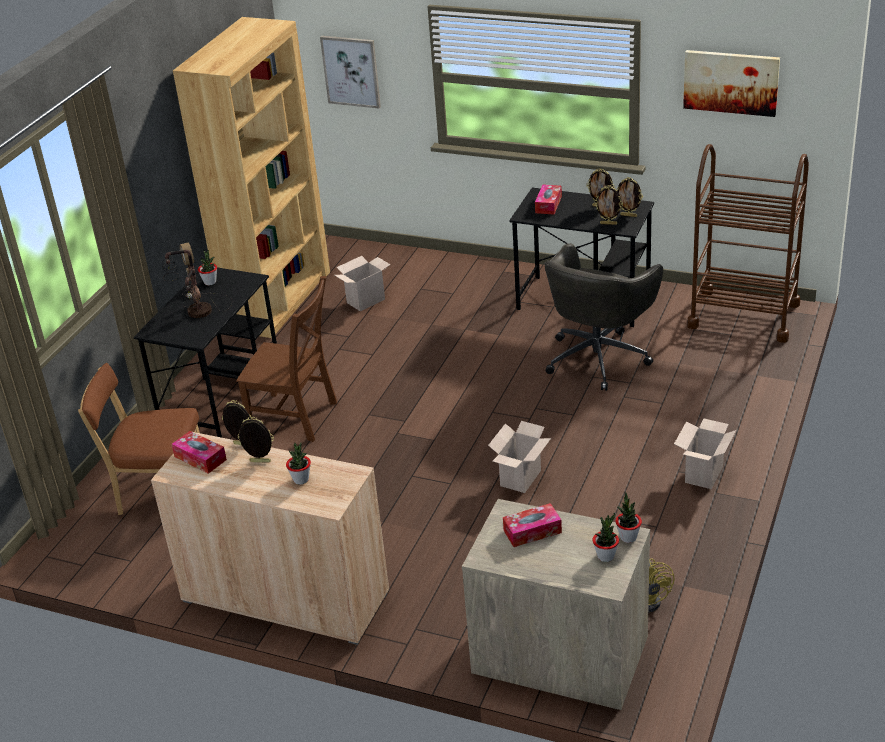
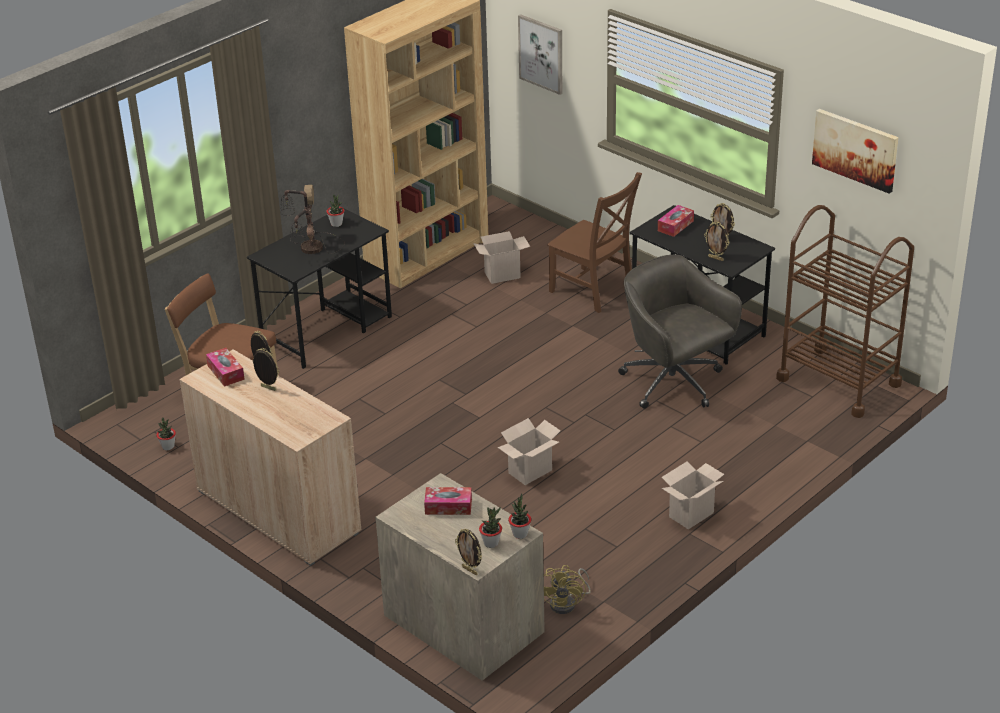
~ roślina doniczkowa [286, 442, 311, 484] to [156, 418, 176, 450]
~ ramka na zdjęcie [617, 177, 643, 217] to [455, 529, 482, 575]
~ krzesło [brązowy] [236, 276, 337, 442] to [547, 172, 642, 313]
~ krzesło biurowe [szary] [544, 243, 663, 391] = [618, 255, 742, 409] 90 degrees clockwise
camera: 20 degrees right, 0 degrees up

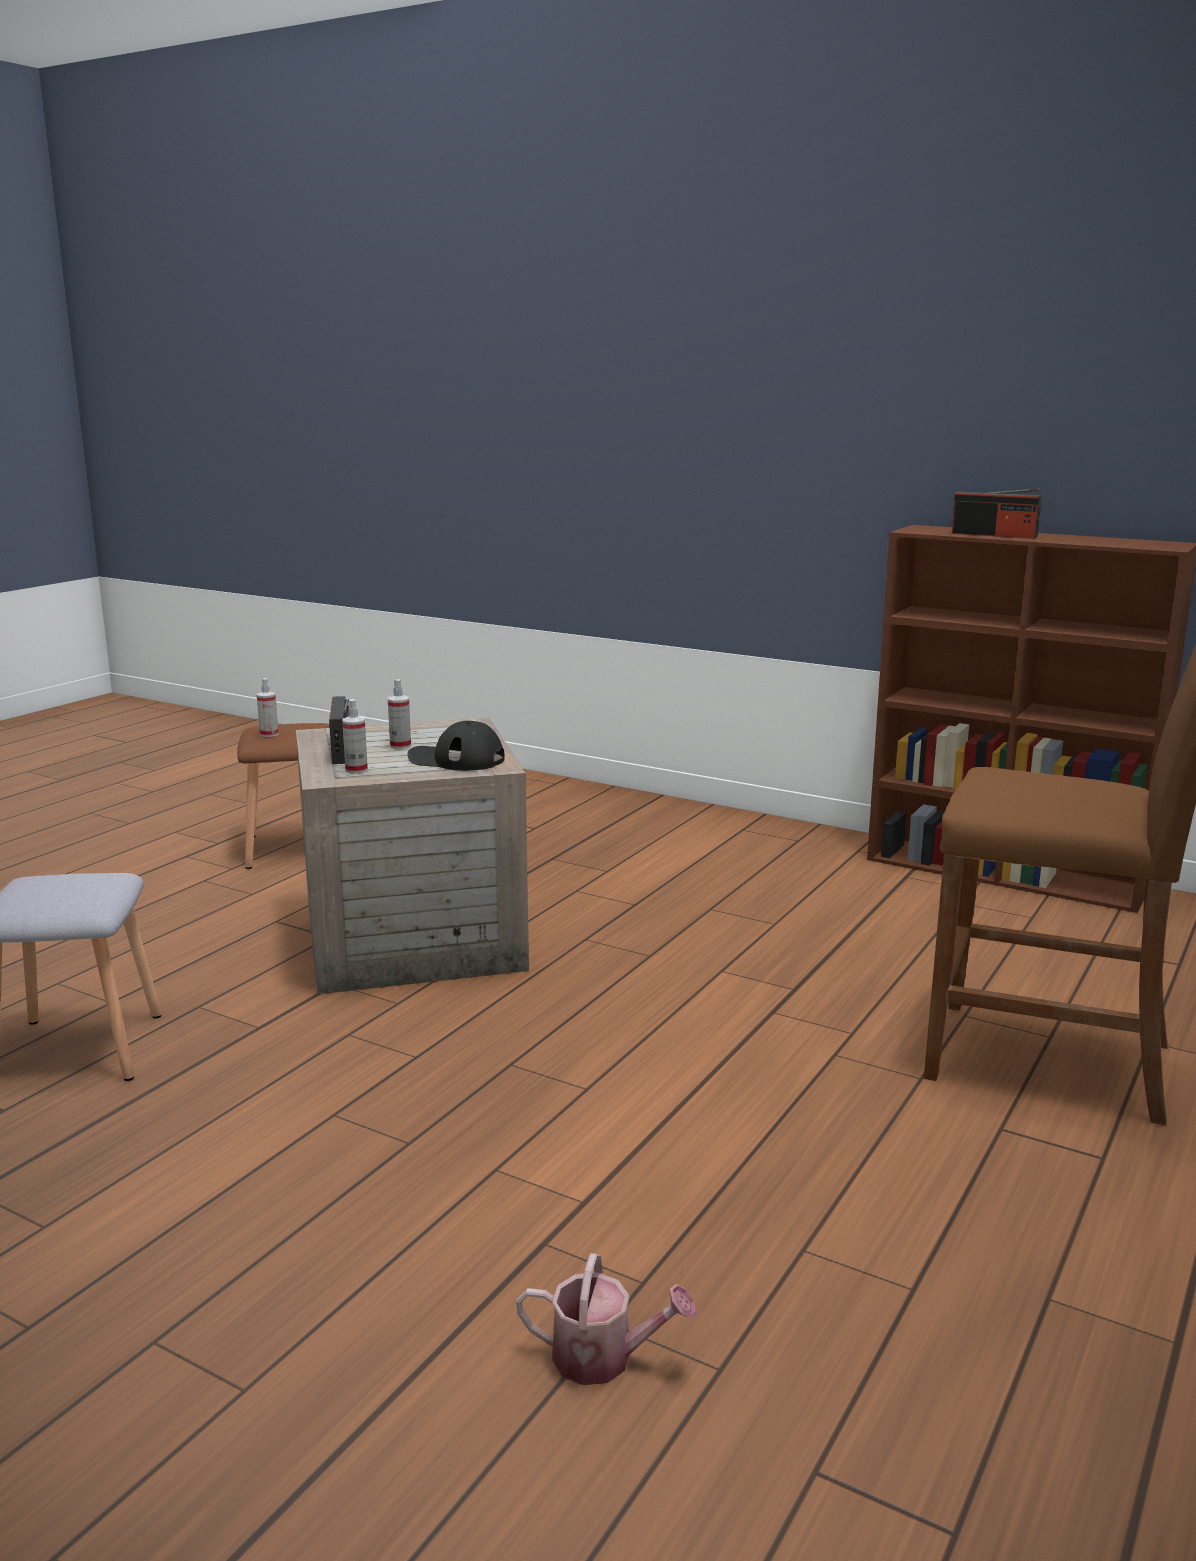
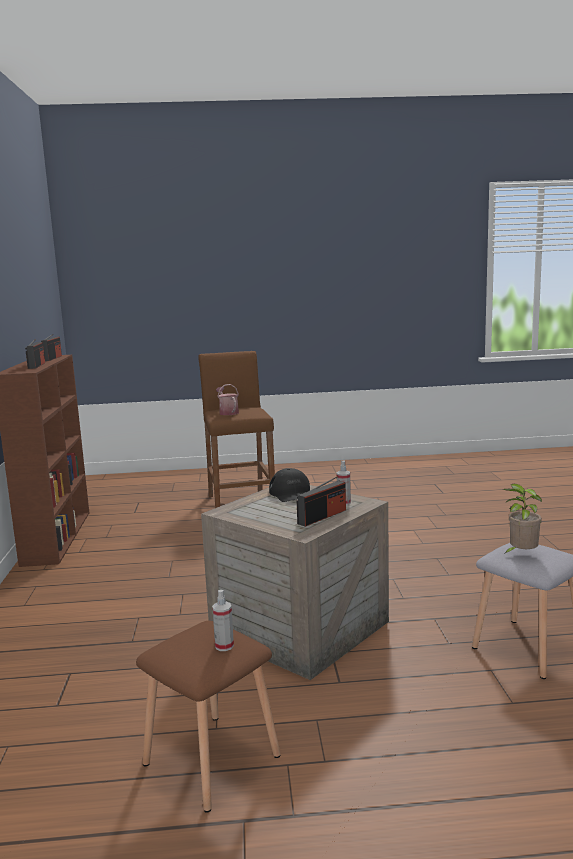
+ radio [41, 334, 62, 361]
~ konewka [516, 1253, 697, 1385] to [216, 384, 239, 415]
+ roślina doniczkowa [502, 484, 542, 554]
- spryskiwacz [388, 679, 411, 749]
camera: 125 degrees left, 5 degrees down

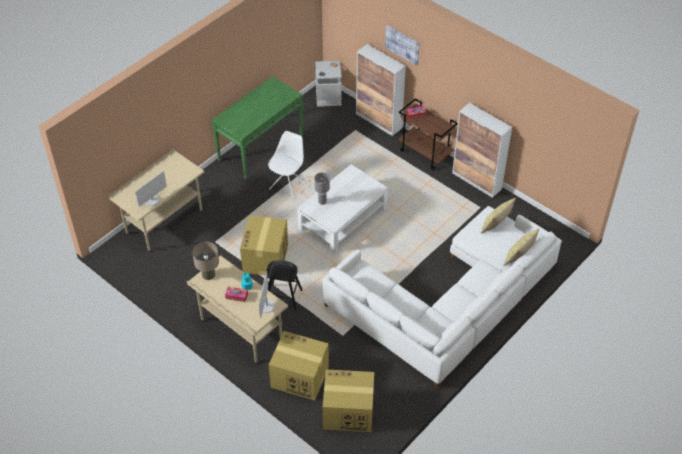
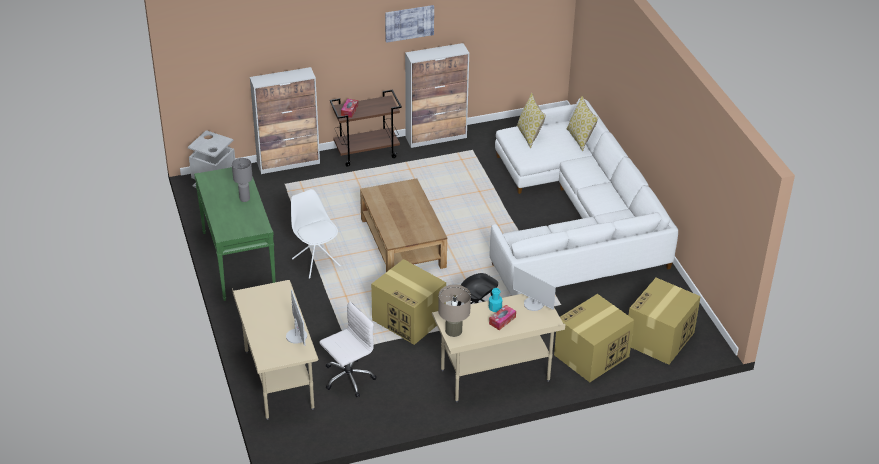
~ lampa stołowa [szary] [314, 173, 330, 205] to [232, 158, 253, 202]
+ krzesło biurowe [biały] [320, 301, 377, 397]
~ ława [biały] [297, 164, 388, 254] to ława [brązowy] [360, 178, 447, 272]
~ obraz [385, 25, 420, 65] to [385, 5, 434, 43]
camera: 60 degrees left, 10 degrees down

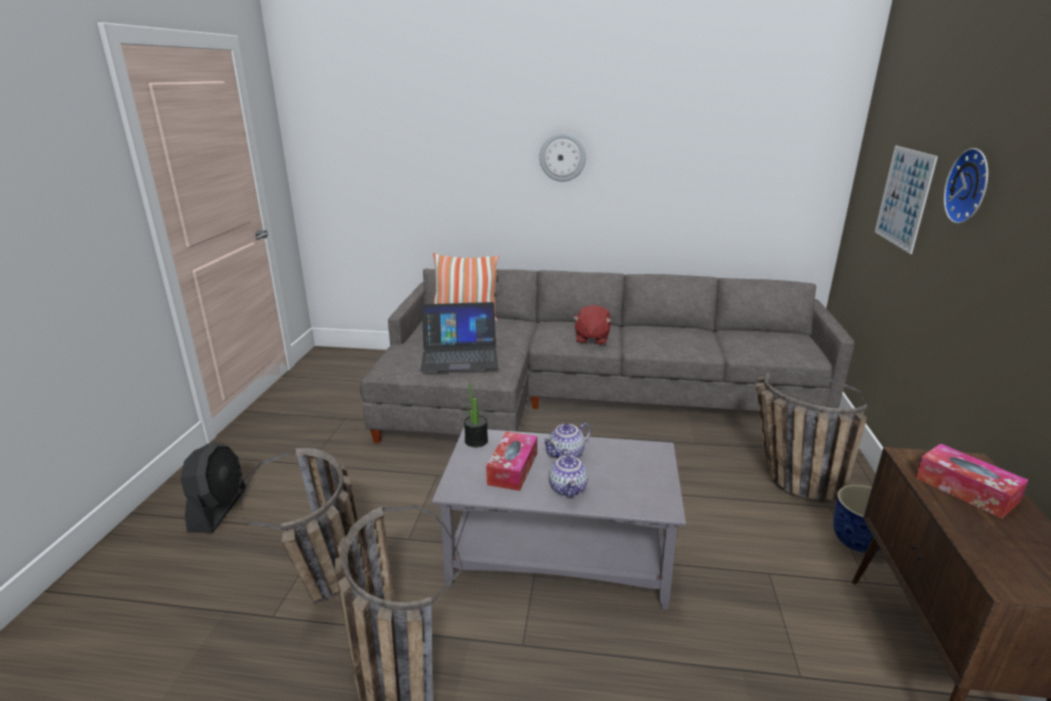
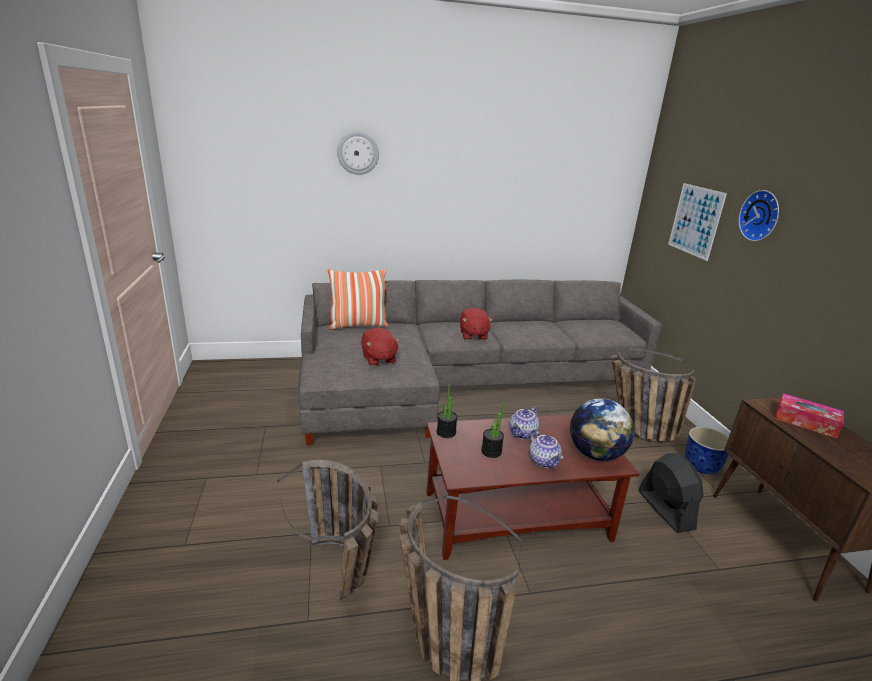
~ zegar ścienny [539, 133, 586, 182] to [337, 131, 379, 175]
~ laptop [421, 302, 498, 372] to pluszak [czerwony] [361, 328, 400, 366]
~ ława [szary] [432, 428, 686, 610] to ława [brązowy] [426, 414, 640, 560]
~ pudełko chusteczek [486, 432, 537, 491] to roślina doniczkowa [481, 401, 504, 458]
+ globus [570, 398, 635, 461]
~ wentylator [czarny] [181, 443, 246, 533] to [638, 453, 704, 533]
camera: 20 degrees left, 0 degrees up

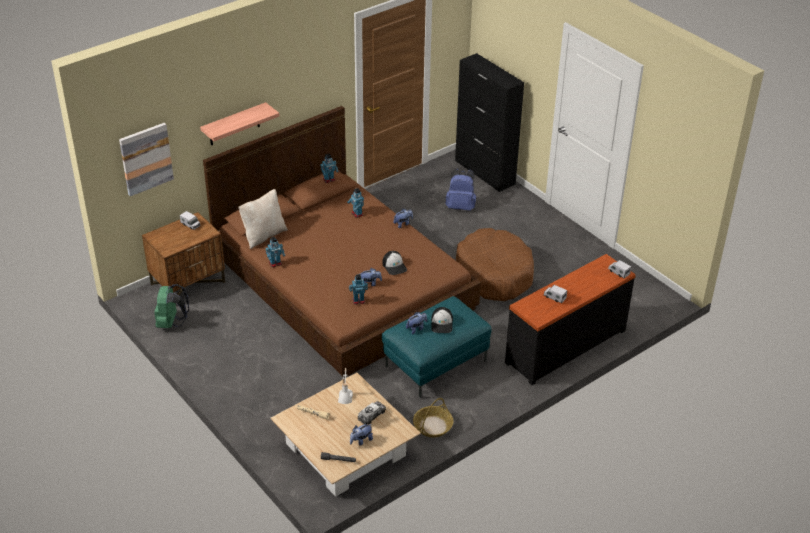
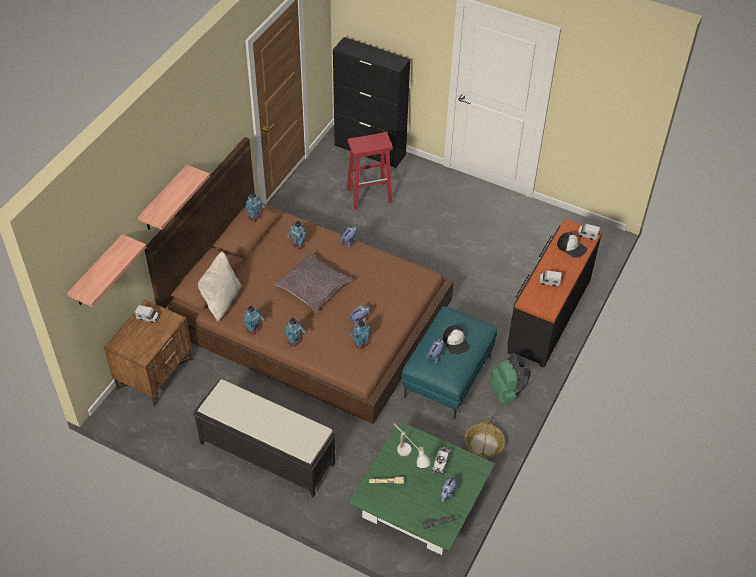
~ obraz [119, 123, 174, 196] to półka [67, 234, 146, 307]
+ ławka [czarny] [193, 379, 336, 497]
+ poduszka [szary] [274, 252, 353, 312]
+ robot zabawkowy [285, 318, 306, 347]
~ plecak [niebieski] [446, 168, 476, 211] to stołek [czerwony] [347, 132, 393, 210]
~ ława [beżowy] [270, 373, 421, 497] to ława [zielony] [348, 421, 495, 555]
~ plecak [zielony] [154, 284, 189, 328] to [489, 355, 531, 404]
~ czapka z daszkiem [382, 251, 407, 275] to [557, 232, 587, 258]
- legowisko [brązowy] [456, 228, 534, 301]
camera: 25 degrees left, 10 degrees up

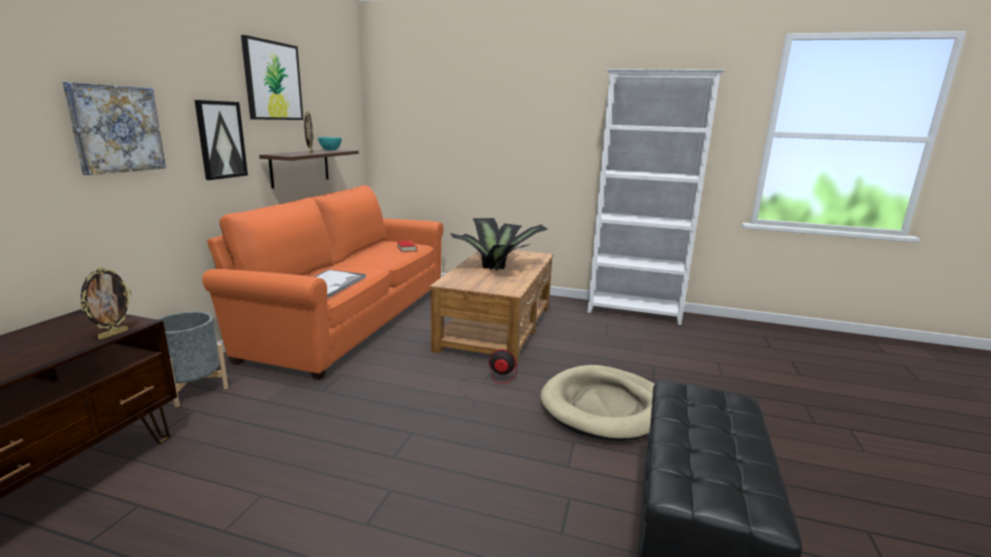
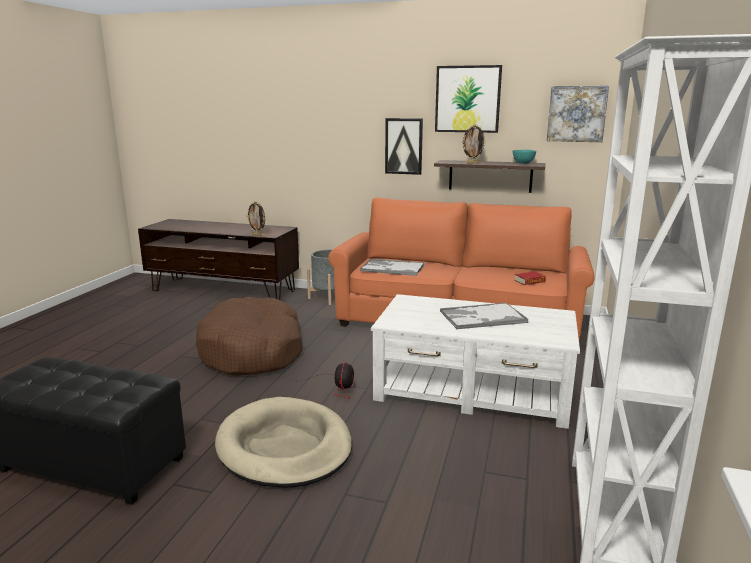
+ legowisko [brązowy] [196, 297, 303, 376]
~ ława [brązowy] [429, 250, 554, 364] to ława [biały] [371, 294, 580, 429]
~ roślina doniczkowa [450, 218, 548, 271] to taca [440, 303, 528, 329]
~ obraz [63, 82, 166, 175] to [547, 86, 609, 142]
camera: 90 degrees right, 0 degrees up

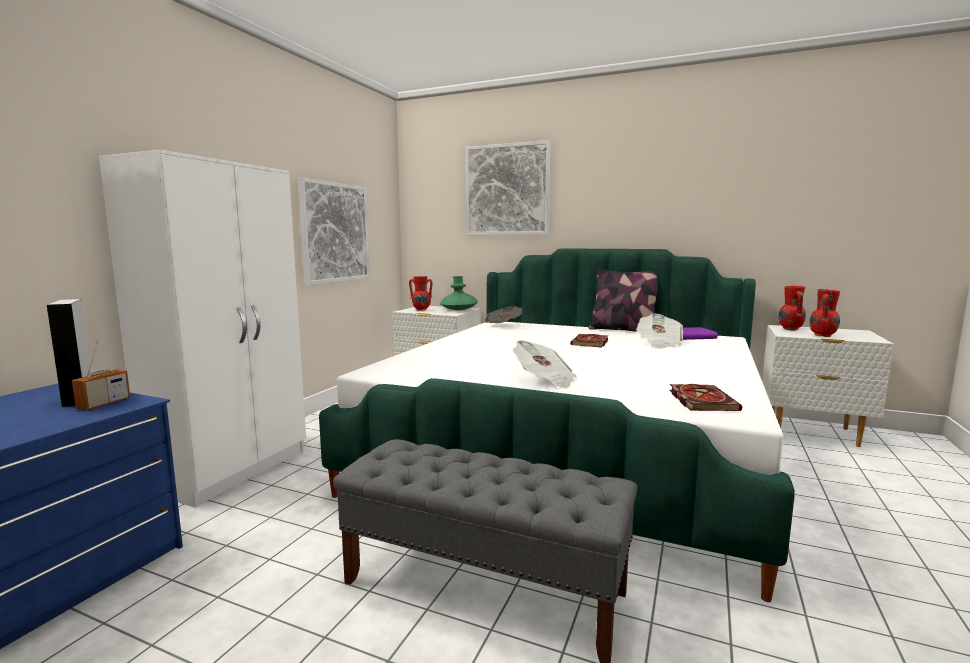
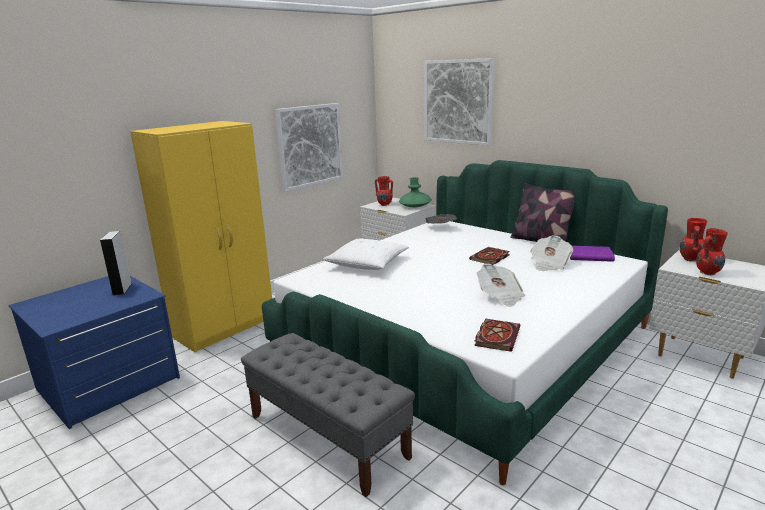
~ szafa [biały] [99, 150, 306, 508] to szafa [żółty] [130, 121, 272, 352]
+ poduszka [biały] [322, 239, 409, 270]
~ gazeta [513, 340, 577, 389] to [477, 263, 525, 307]
- radio [72, 340, 130, 410]
camera: 20 degrees right, 10 degrees up

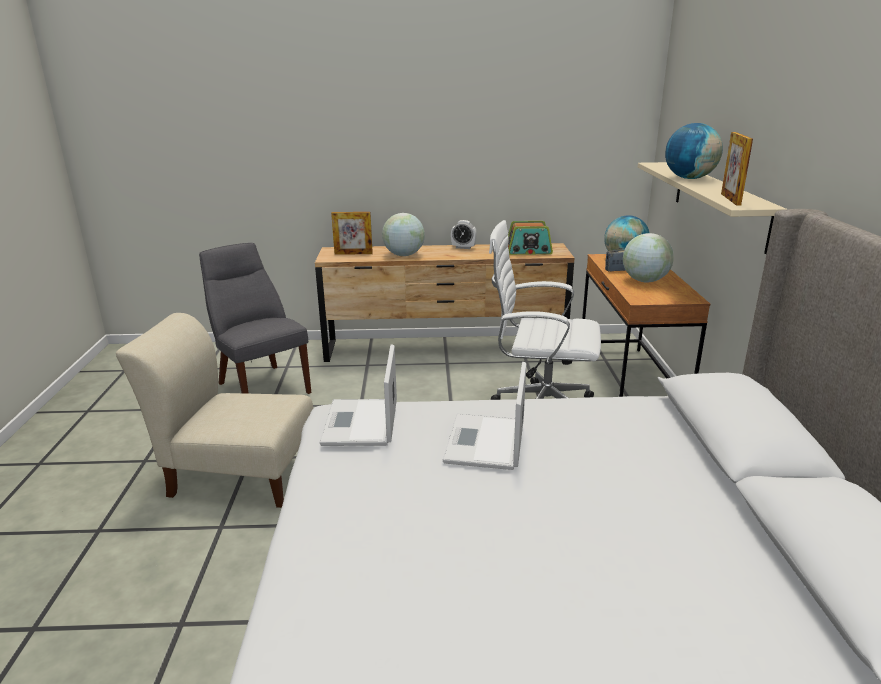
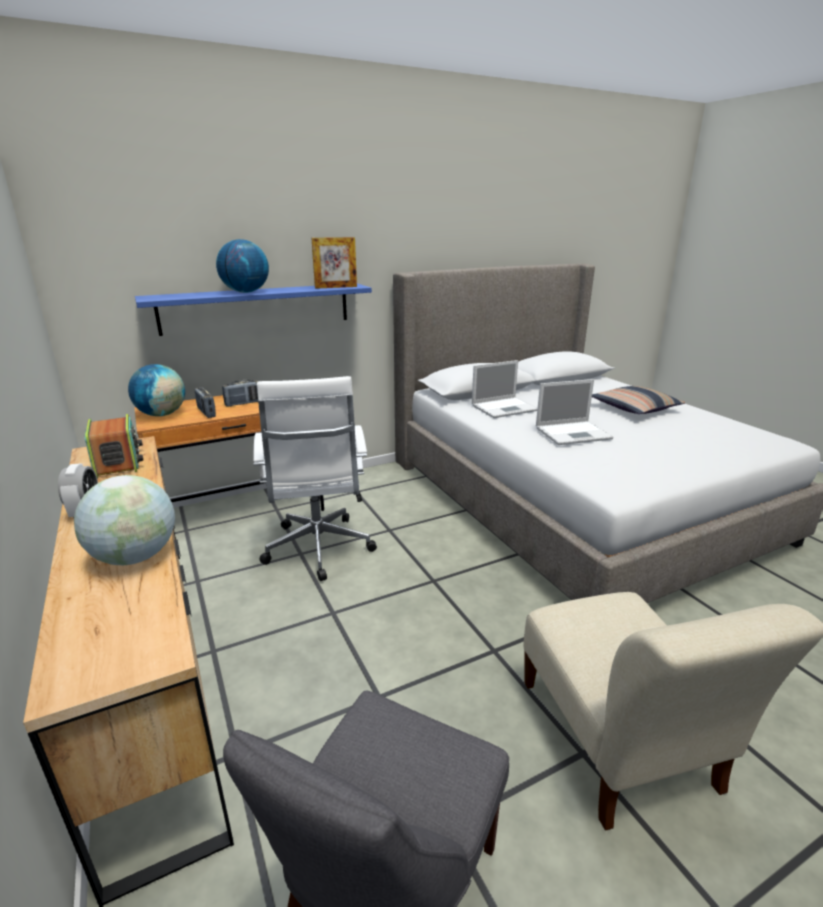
~ półka [beżowy] [638, 162, 786, 254] to półka [niebieski] [135, 284, 372, 336]
~ globus [623, 233, 674, 282] to radio [222, 380, 259, 407]
~ laptop [320, 344, 397, 446] to [472, 360, 537, 418]
+ poduszka [592, 386, 685, 414]
- ramka na zdjęcie [331, 212, 373, 255]
camera: 115 degrees left, 0 degrees up

